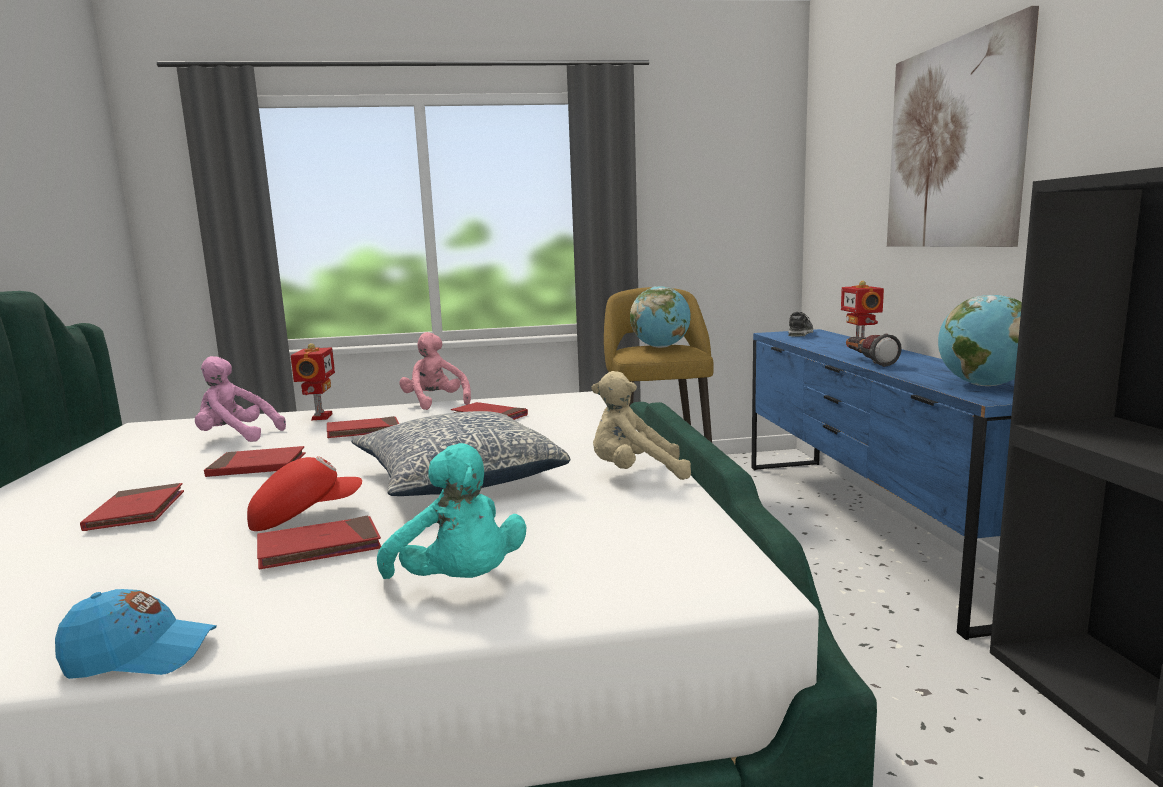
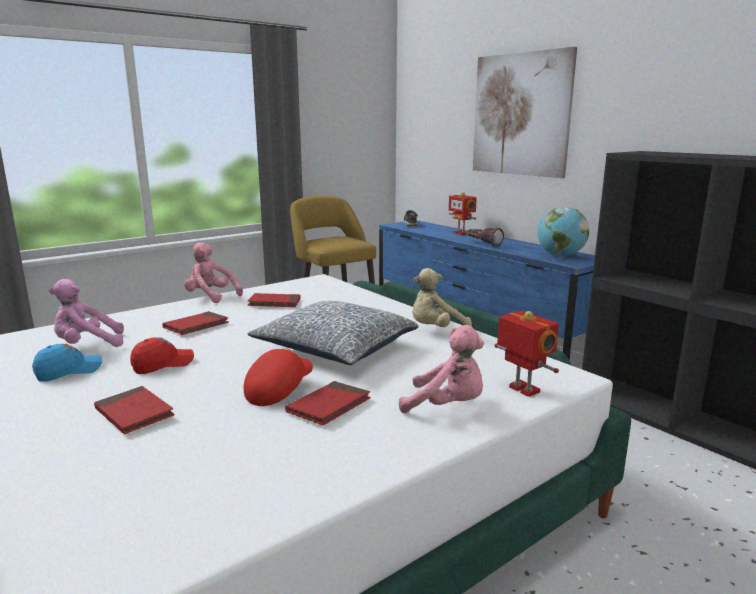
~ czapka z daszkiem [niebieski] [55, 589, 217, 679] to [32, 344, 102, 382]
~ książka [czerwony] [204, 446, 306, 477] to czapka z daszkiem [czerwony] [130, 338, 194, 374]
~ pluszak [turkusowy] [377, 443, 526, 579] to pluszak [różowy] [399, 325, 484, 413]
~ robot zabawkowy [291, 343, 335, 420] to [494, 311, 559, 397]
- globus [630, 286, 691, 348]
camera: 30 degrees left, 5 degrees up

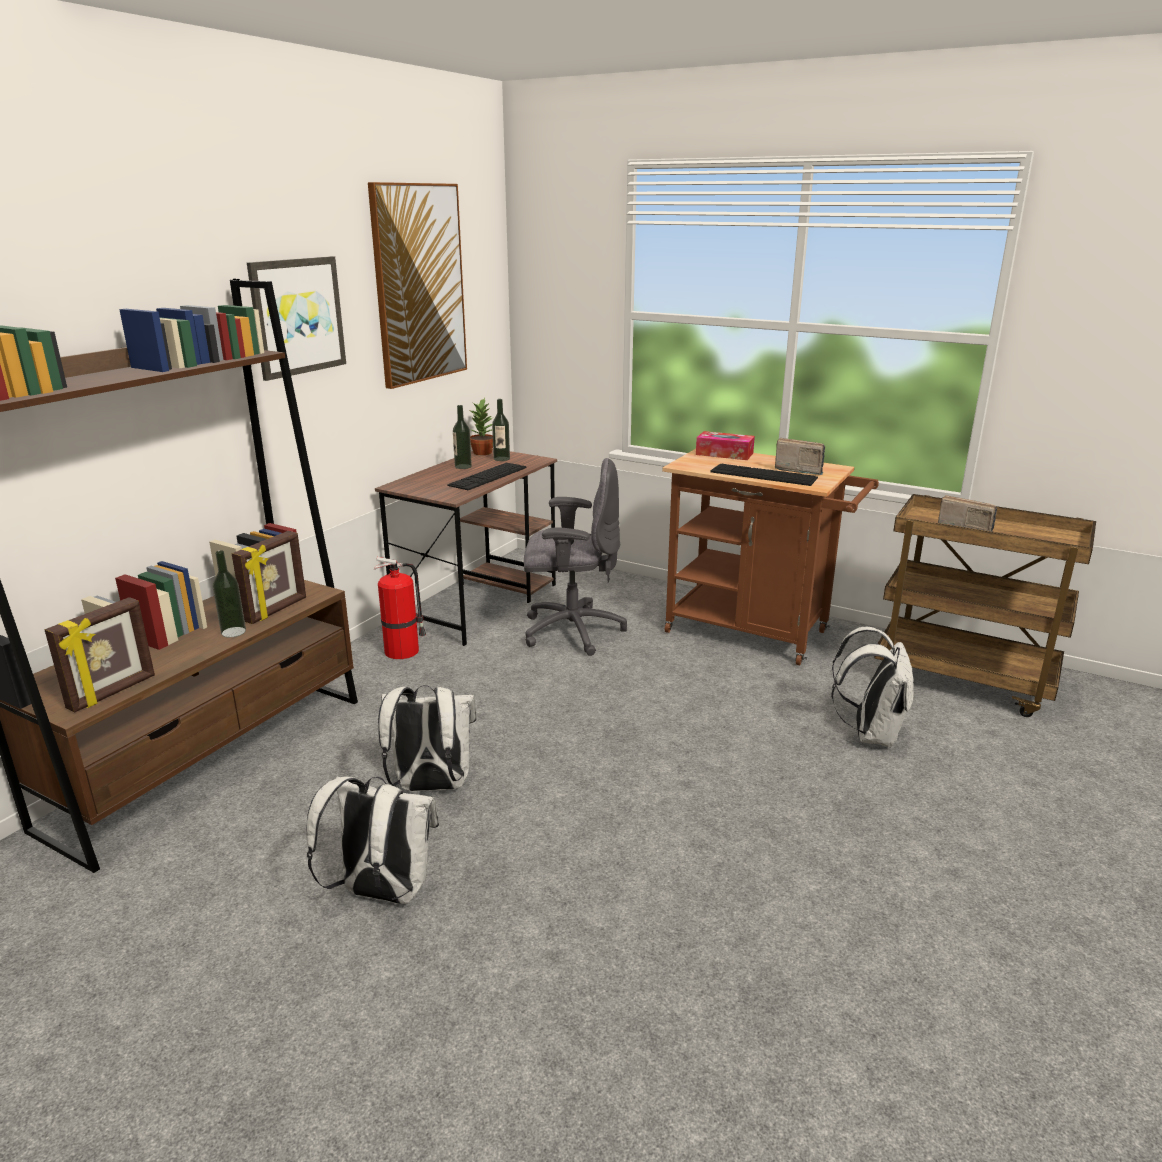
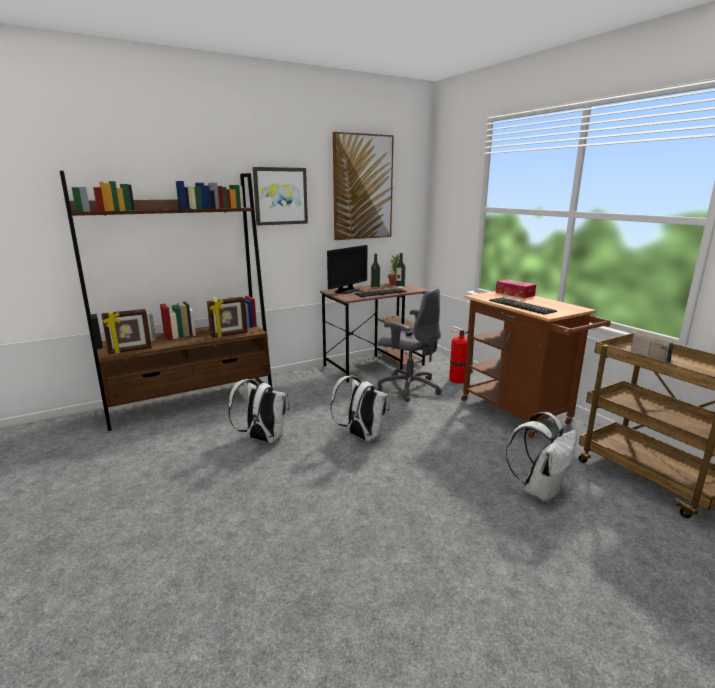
+ monitor [327, 245, 367, 294]
~ plecak [biały] [306, 776, 439, 904] to [330, 376, 390, 441]
~ gaśnica [374, 557, 426, 659] to [449, 326, 474, 384]
- butelka [213, 550, 246, 637]
- radio [775, 438, 825, 475]
camera: 30 degrees right, 5 degrees down

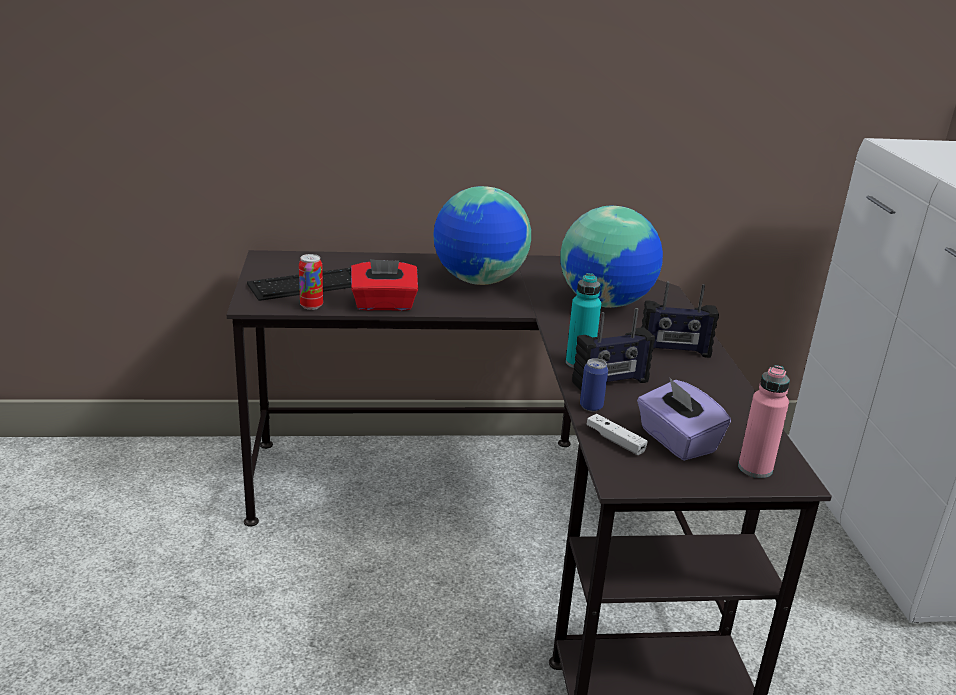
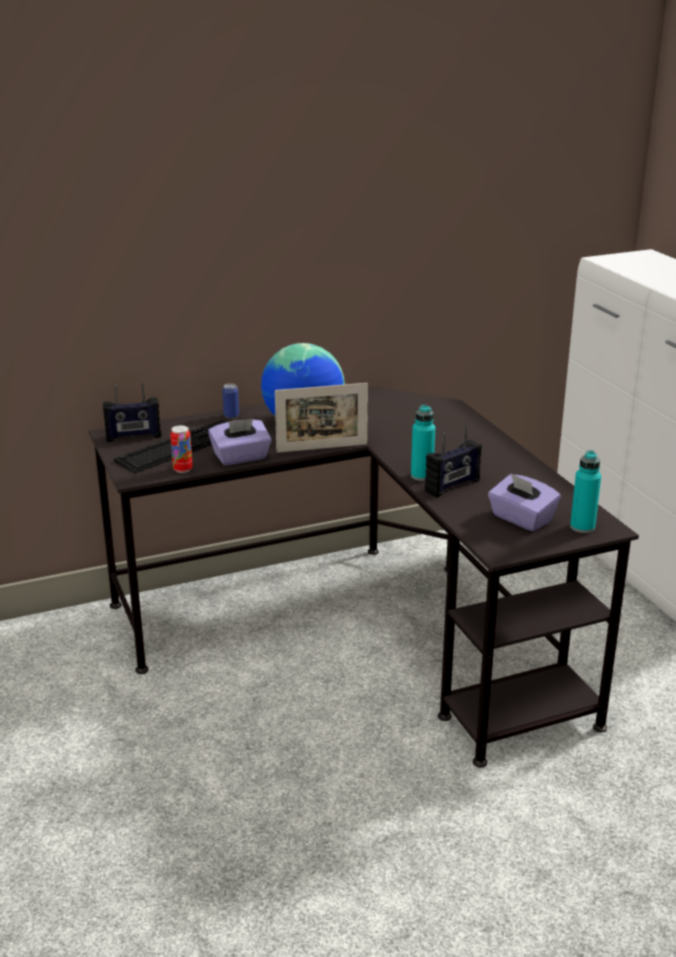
~ radio [642, 281, 719, 358] to [103, 383, 161, 442]
~ pudełko chusteczek [czerwony] [351, 259, 418, 311] to pudełko chusteczek [fioletowy] [208, 419, 272, 465]
~ puszka [580, 358, 608, 411] to [222, 383, 239, 418]
+ ramka na zdjęcie [275, 383, 368, 453]
~ butelka [różowy] [738, 365, 790, 478] to butelka [turkusowy] [570, 450, 601, 533]
- globus [560, 206, 663, 308]
- pad do gier [biały] [586, 414, 648, 455]
camera: 15 degrees left, 0 degrees up

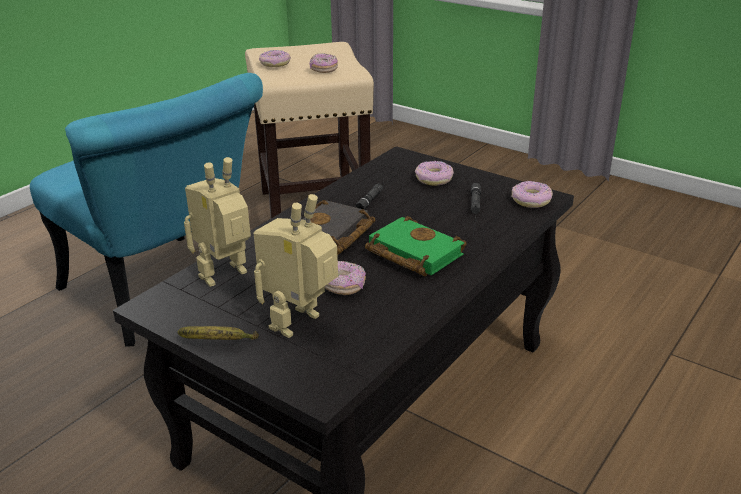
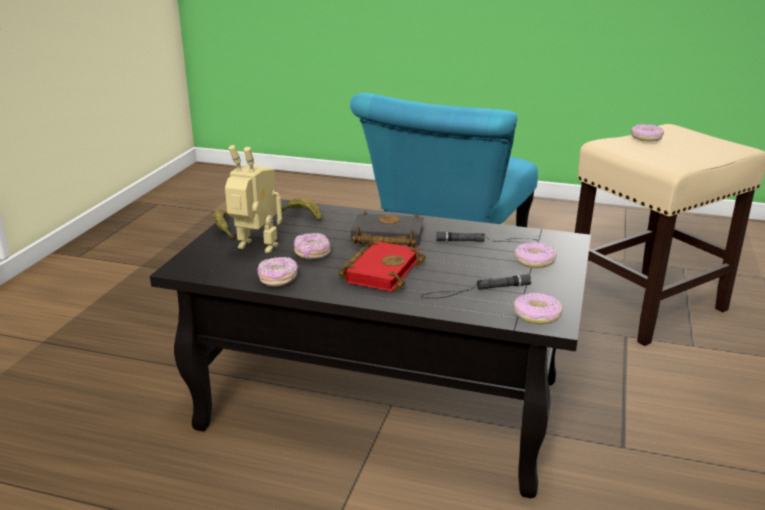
~ donut [310, 53, 338, 73] to [257, 257, 298, 287]
~ robot zabawkowy [184, 157, 251, 287] to banan [282, 198, 322, 221]
~ książka [zielony] [365, 216, 467, 277] to książka [czerwony] [339, 240, 426, 292]
camera: 70 degrees right, 5 degrees down

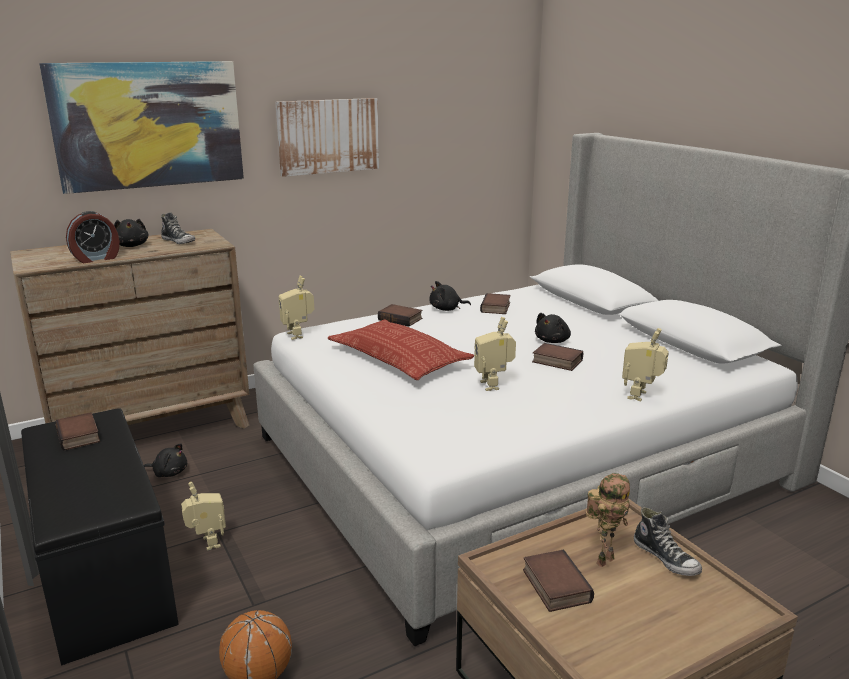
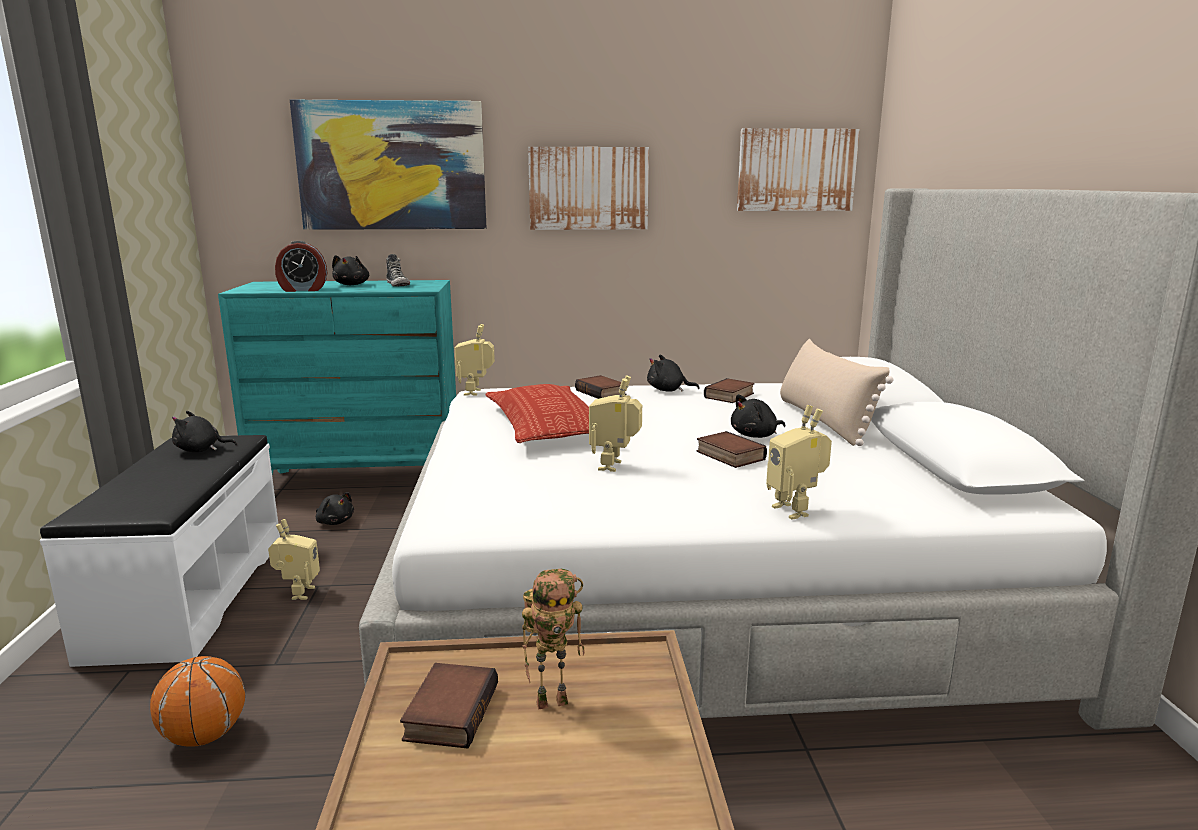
~ ławka [czarny] [21, 408, 179, 666] to ławka [biały] [40, 435, 280, 667]
~ książka [55, 412, 100, 451] to pluszak [czarny] [172, 411, 237, 452]
~ komoda [brązowy] [10, 229, 249, 428] to komoda [turkusowy] [218, 280, 456, 474]
+ obraz [737, 128, 860, 211]
~ robot zabawkowy [622, 328, 669, 401] = [766, 405, 832, 520] 75 degrees counterclockwise
+ poduszka [beżowy] [780, 339, 893, 446]
- but [634, 507, 702, 576]
camera: 25 degrees right, 5 degrees down

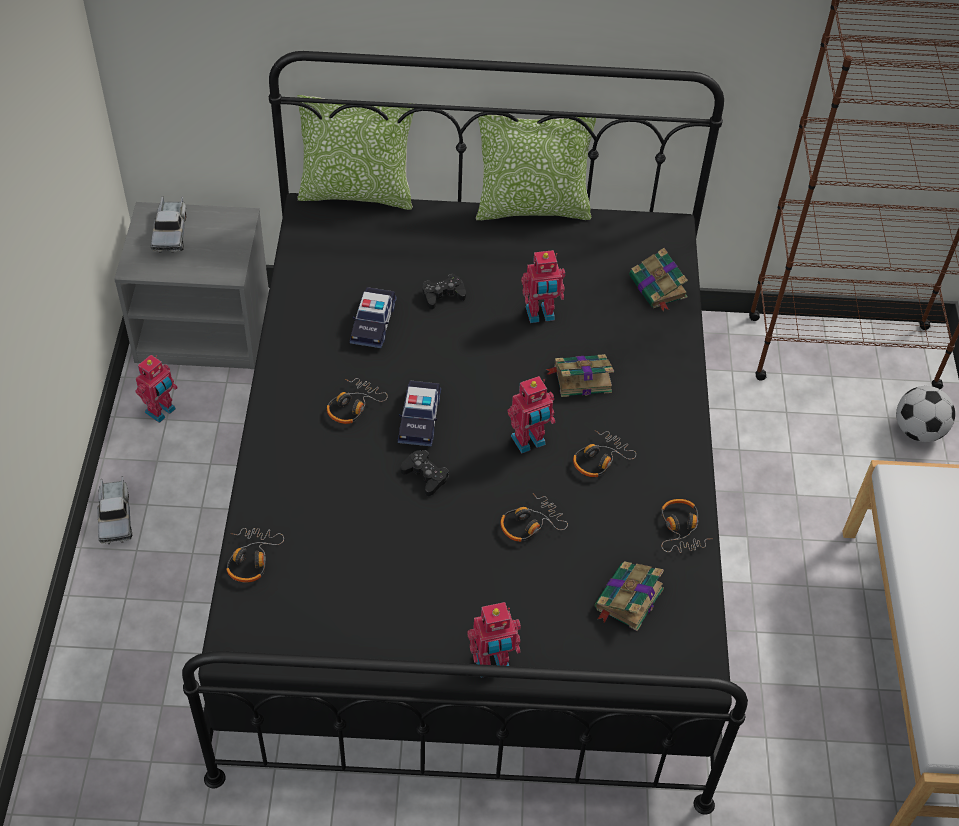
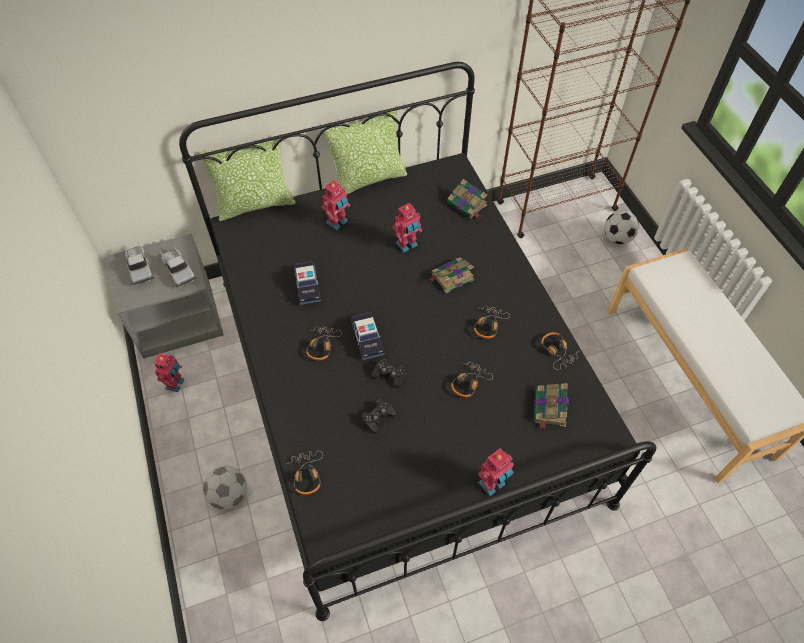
~ ciężarówka zabawkowa [97, 476, 132, 544] to [160, 245, 196, 288]
+ piłka futbolowa [203, 466, 247, 509]
~ robot zabawkowy [508, 376, 555, 454] to [322, 180, 350, 230]
~ pad do gier [czarny] [423, 274, 466, 309] to [362, 399, 396, 434]
camera: 20 degrees left, 5 degrees up

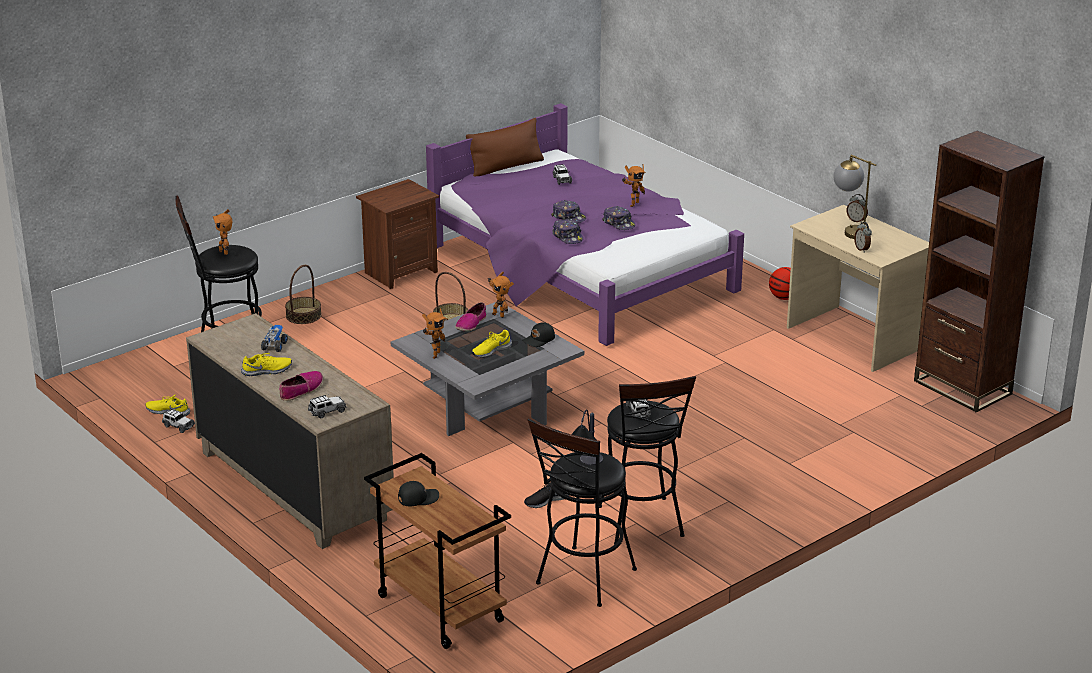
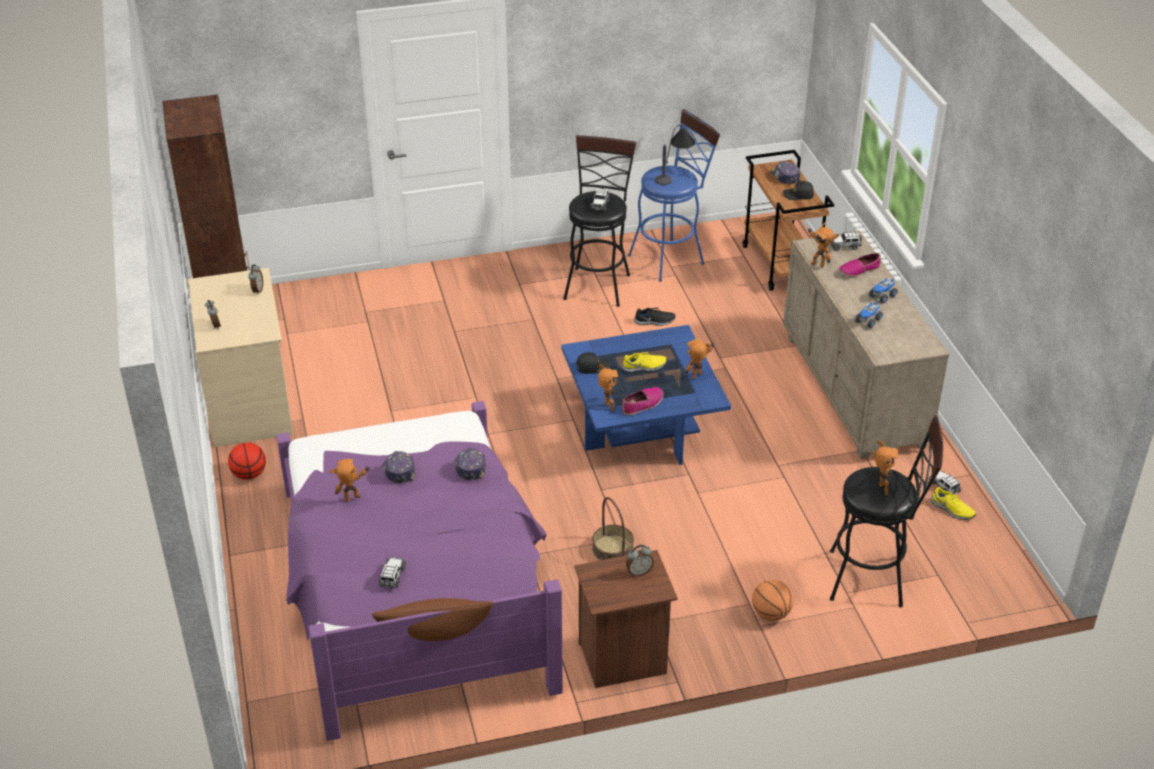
~ ława [szary] [391, 302, 584, 436] to ława [niebieski] [561, 325, 731, 465]
+ budzik [626, 545, 654, 577]
~ stołek [czarny] [528, 418, 637, 607] to stołek [niebieski] [628, 109, 720, 282]
~ koszyk [285, 265, 322, 324] to piłka do koszykówki [752, 580, 793, 621]
~ czapka z daszkiem [551, 200, 586, 223] to [770, 161, 801, 184]
+ robot zabawkowy [807, 222, 839, 267]
~ but [żółty] [241, 353, 292, 376] to ciężarówka zabawkowa [869, 277, 898, 303]
- lampa stołowa [833, 155, 876, 239]
camera: 155 degrees left, 10 degrees up

